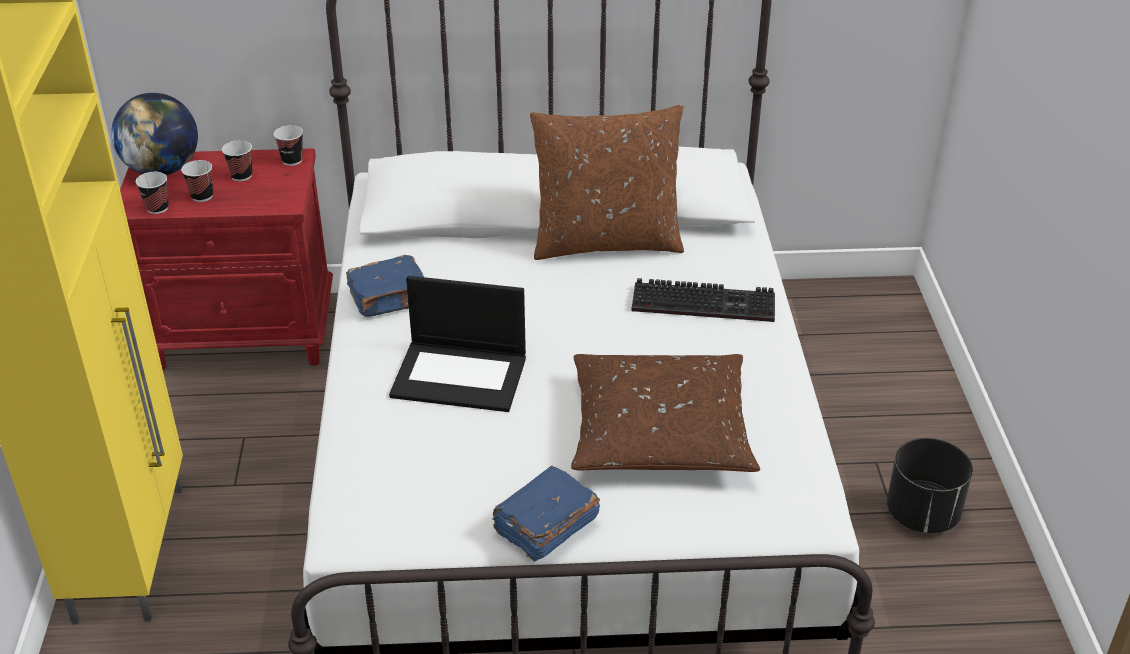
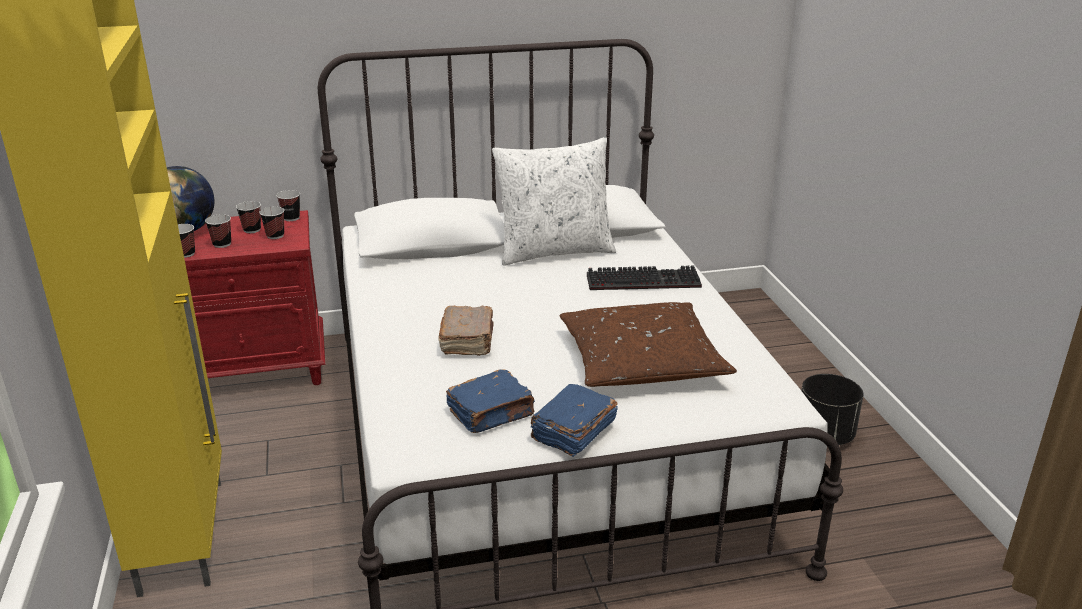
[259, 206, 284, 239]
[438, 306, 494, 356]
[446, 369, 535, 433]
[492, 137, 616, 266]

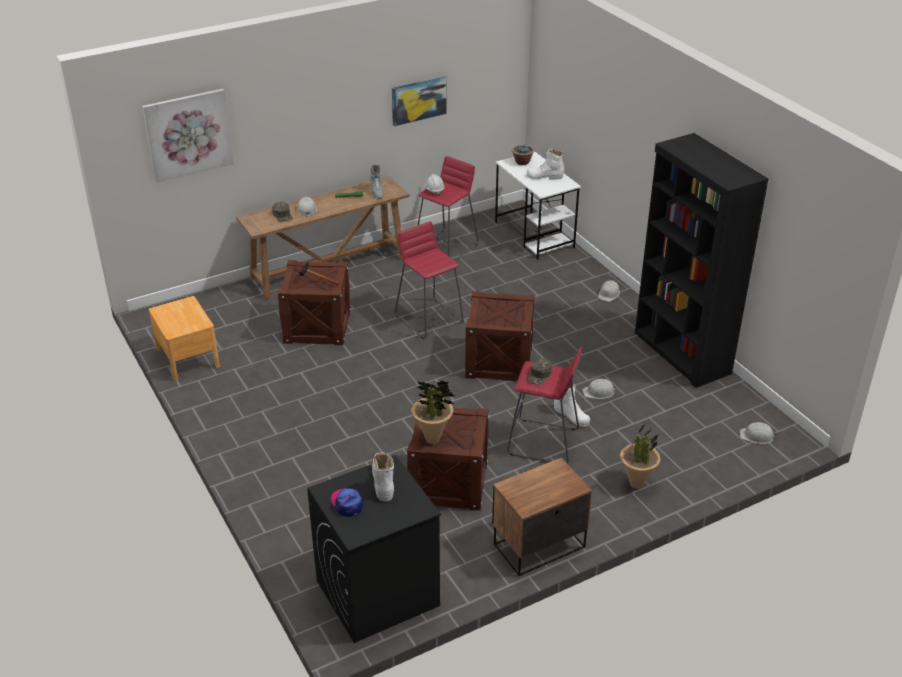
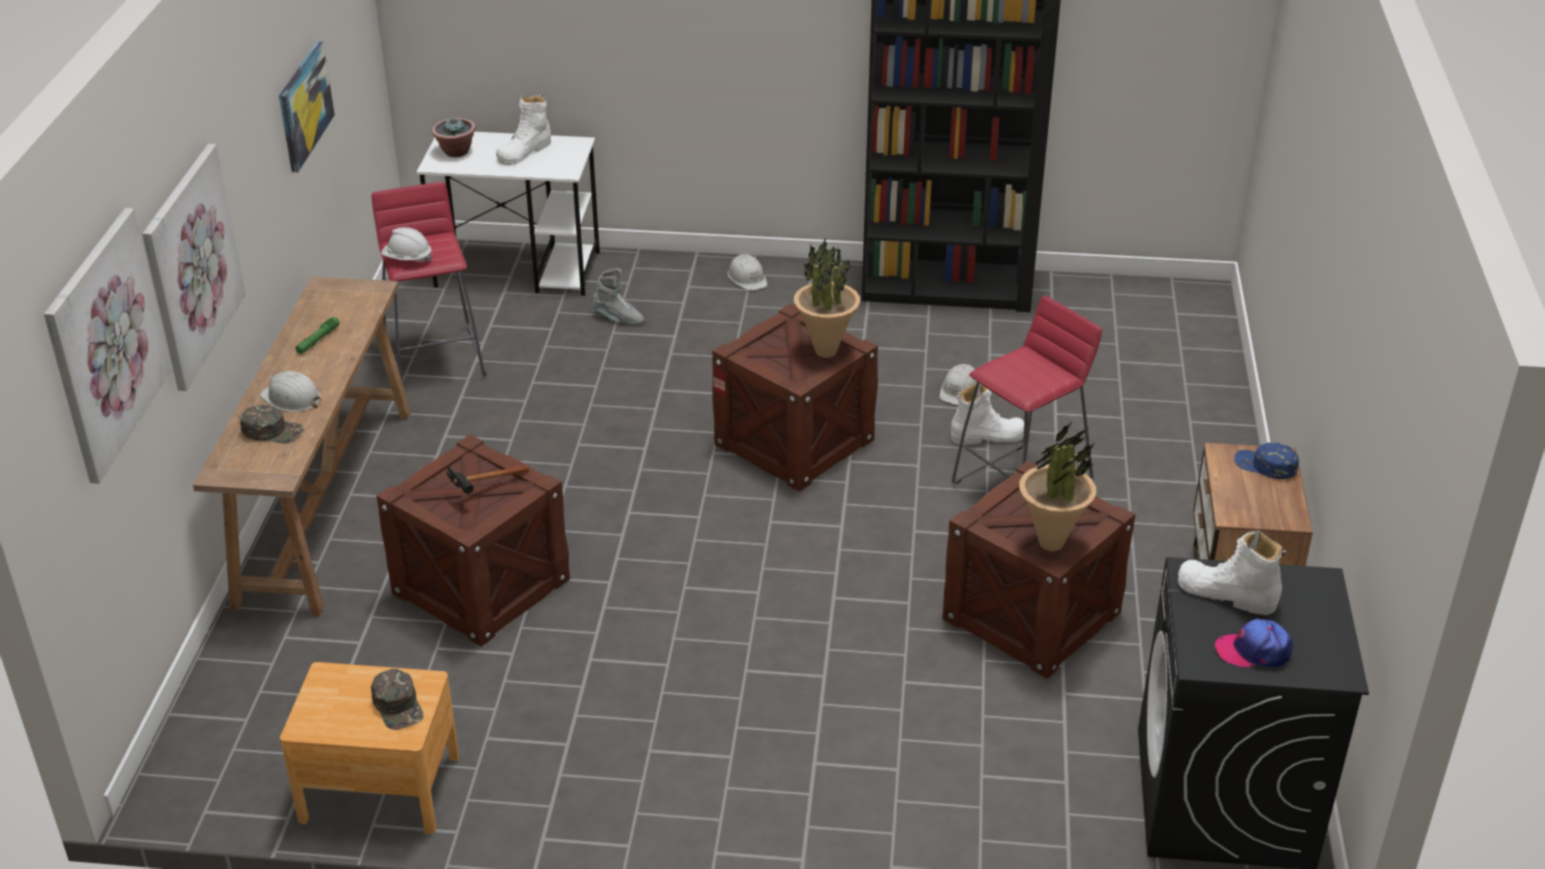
[142, 144, 246, 391]
[371, 669, 424, 730]
[593, 268, 644, 324]
[794, 238, 860, 358]
[1234, 442, 1299, 479]
[395, 221, 464, 339] (first image)
[740, 422, 776, 444] (first image)

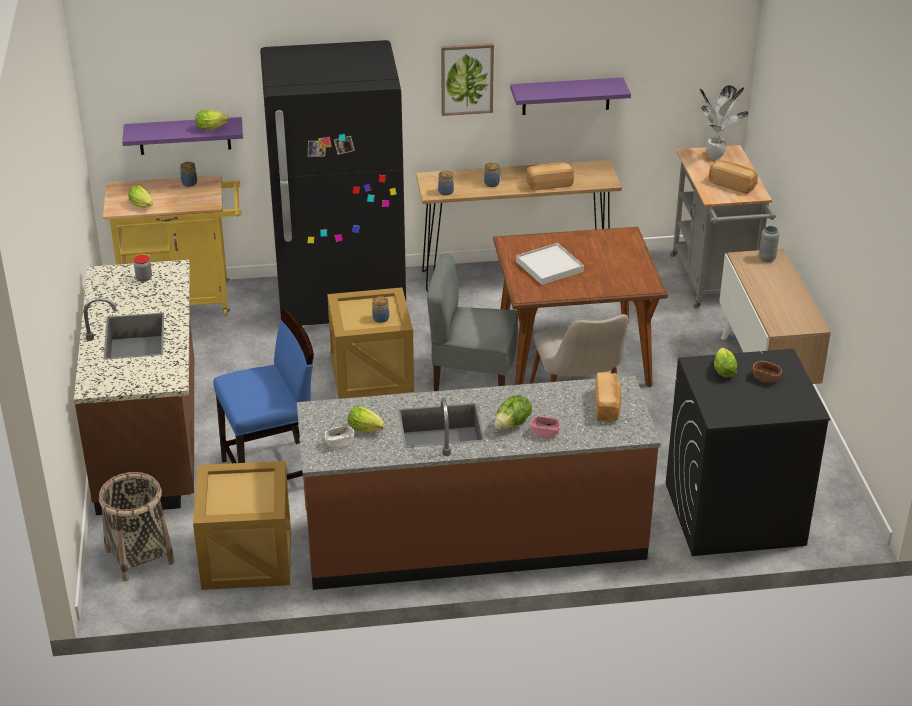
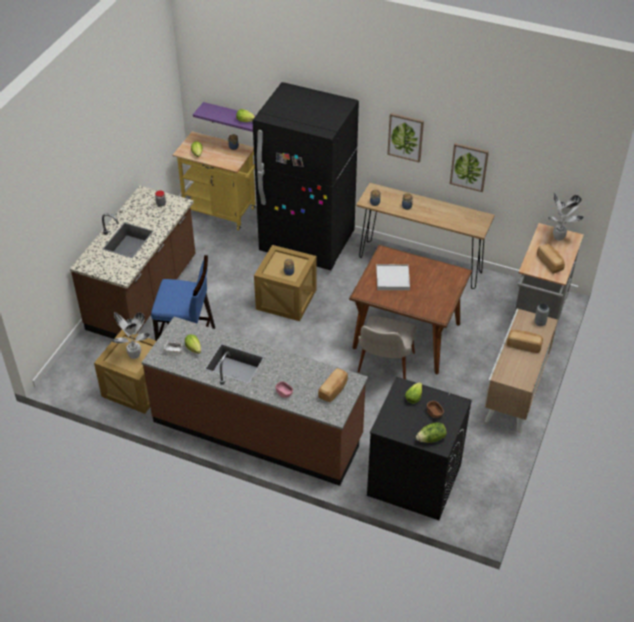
[112, 312, 150, 359]
[416, 422, 447, 443]
[450, 143, 489, 192]
[507, 330, 543, 353]
[99, 472, 175, 581] (first image)
[427, 254, 518, 391] (first image)

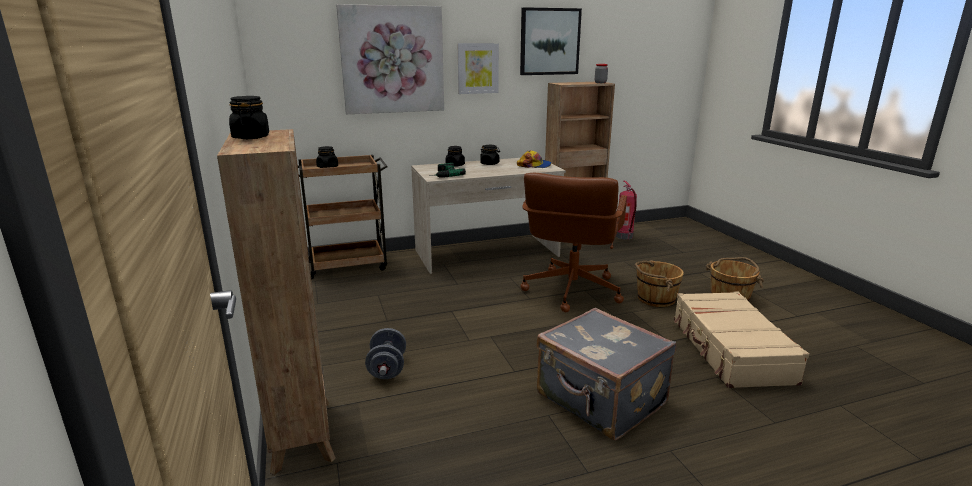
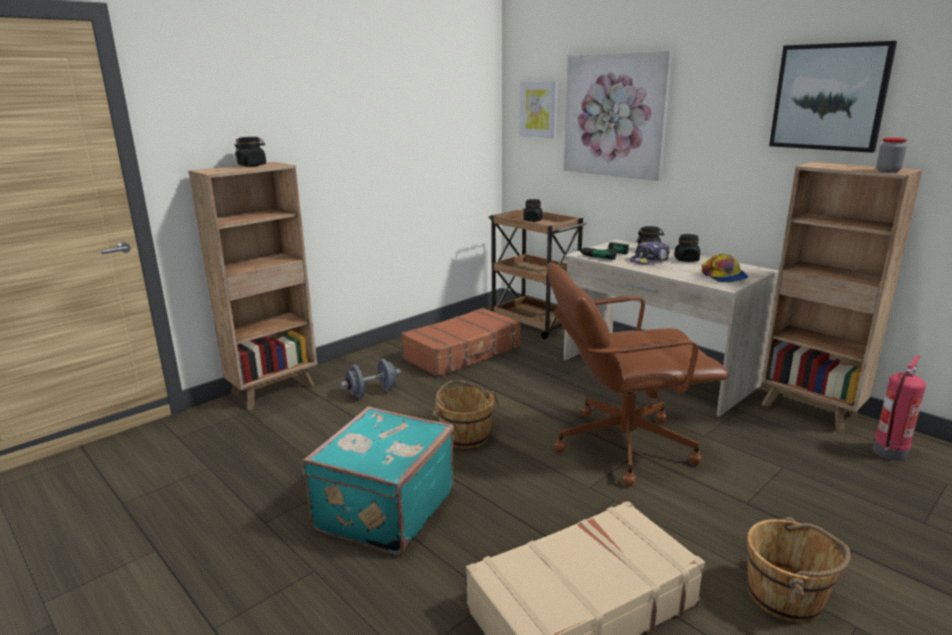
[302, 406, 454, 555]
[401, 308, 521, 377]
[430, 380, 500, 449]
[520, 81, 558, 138]
[629, 241, 670, 264]

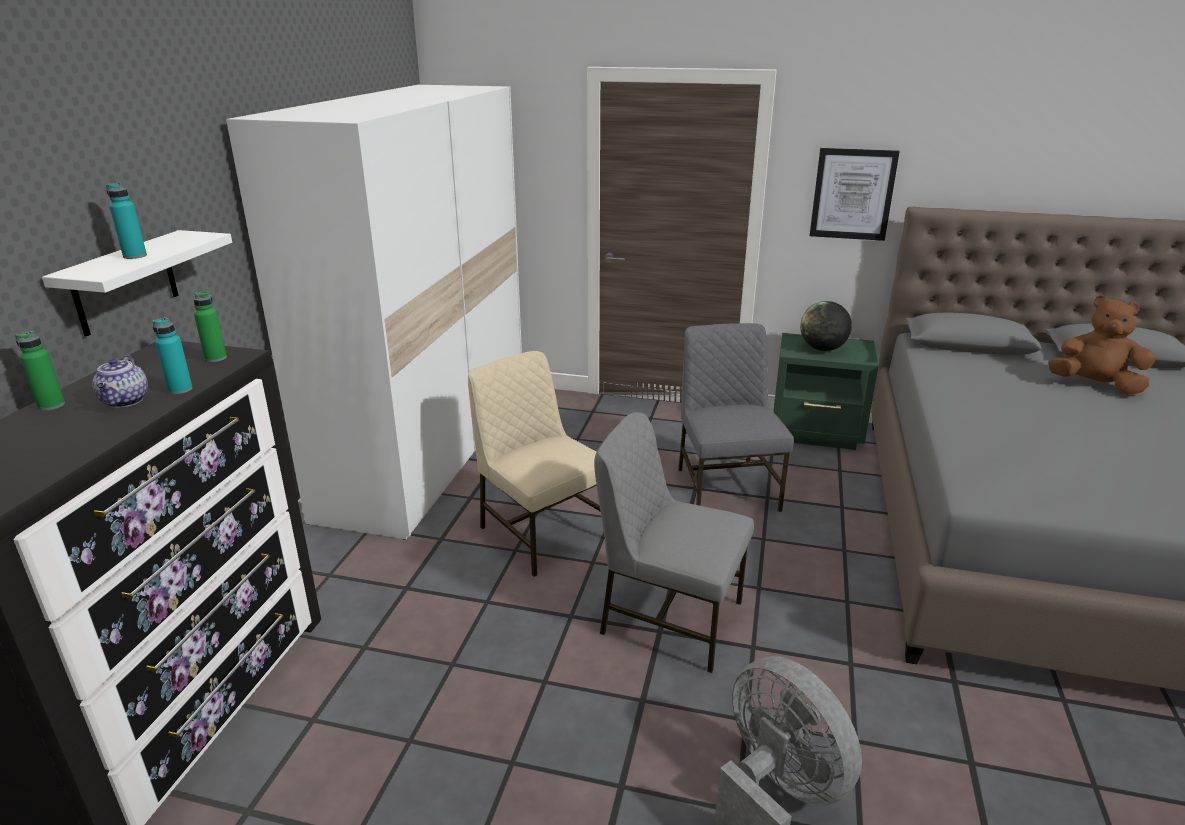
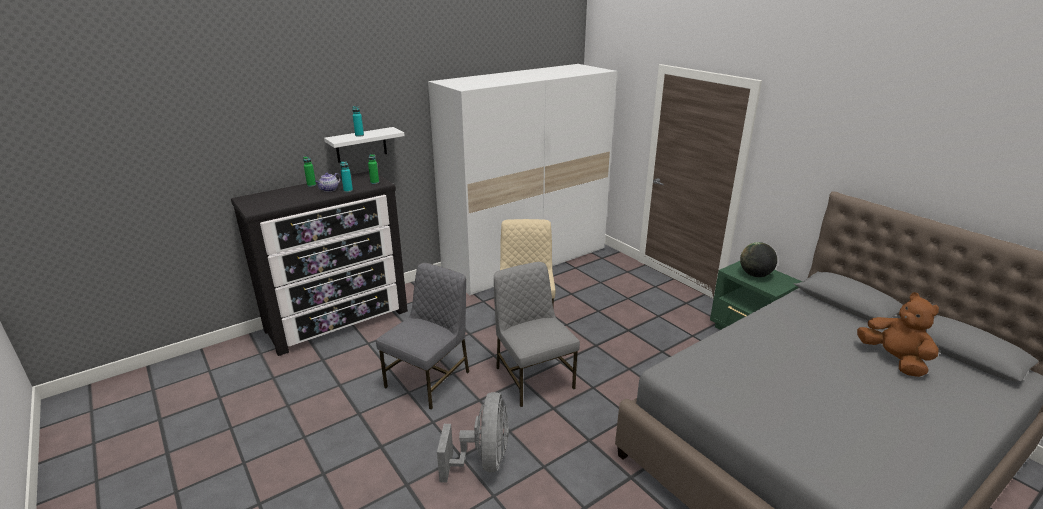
[376, 263, 469, 410]
[810, 148, 900, 241] (first image)

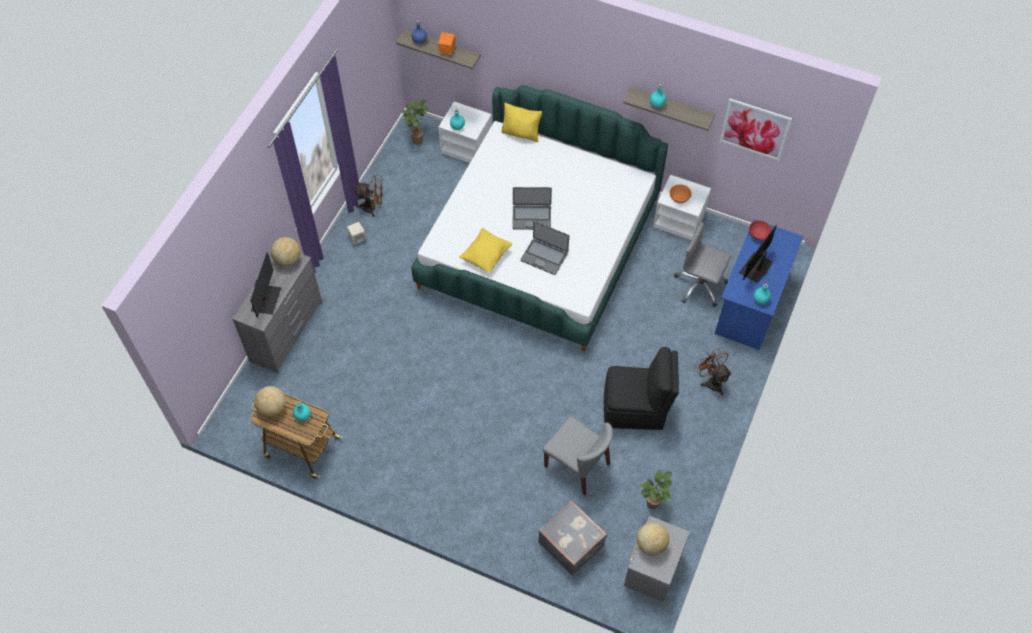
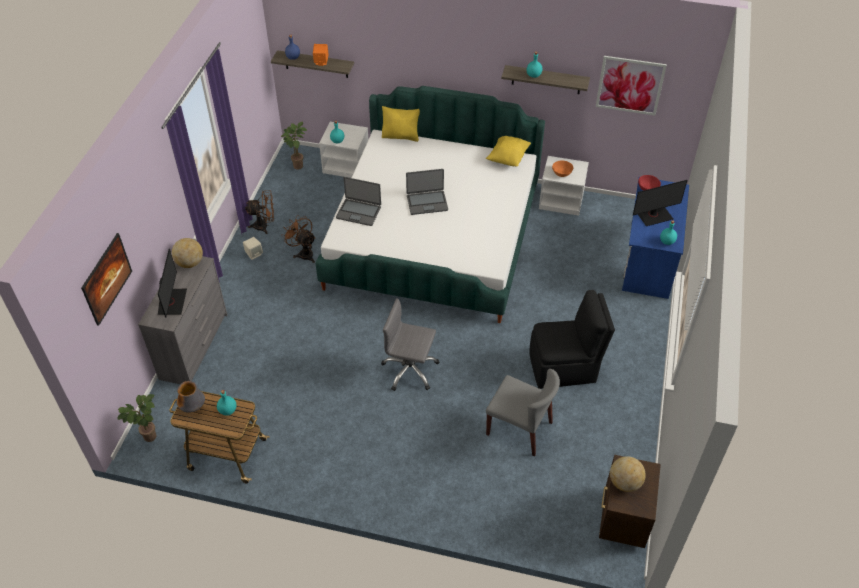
[81, 233, 132, 326]
[117, 394, 156, 442]
[177, 381, 205, 413]
[282, 215, 316, 263]
[336, 177, 381, 226]
[381, 298, 439, 391]
[486, 136, 531, 166]
[599, 455, 661, 548]
[633, 180, 687, 226]
[538, 500, 607, 576] (first image)

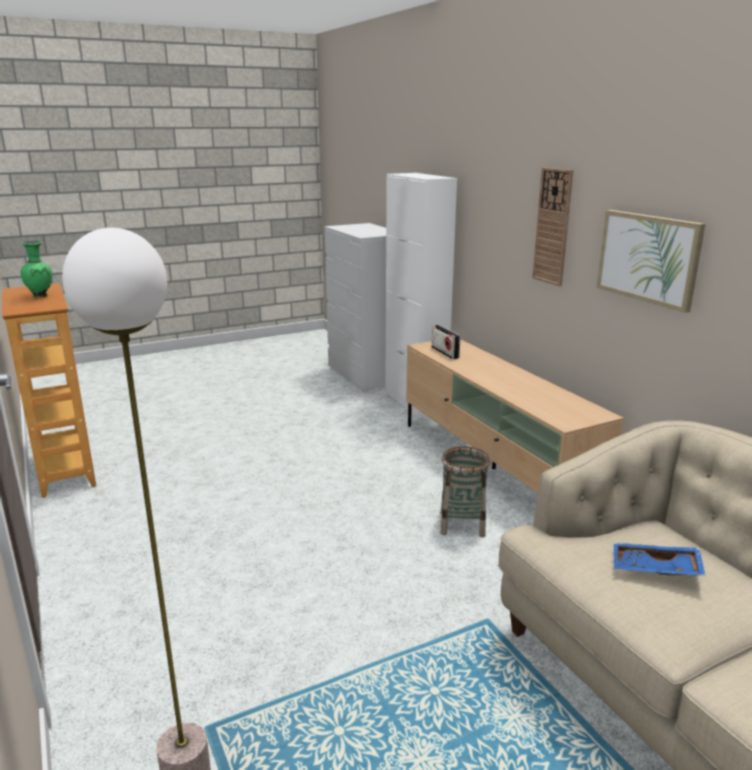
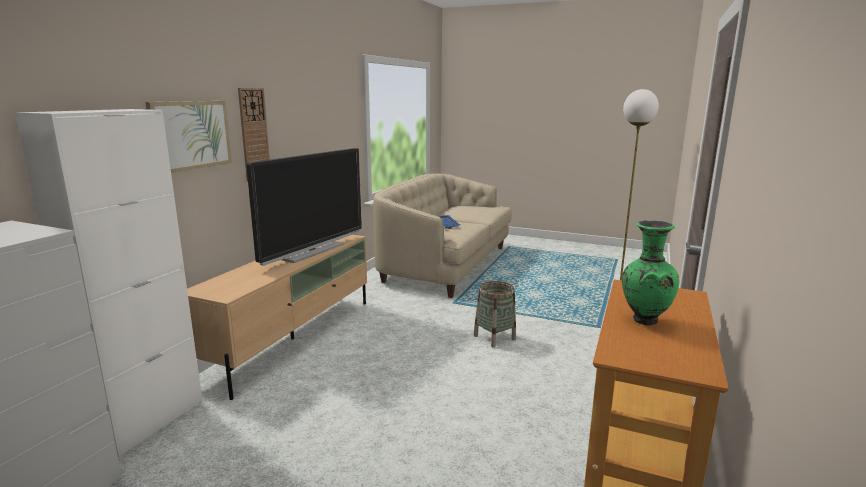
[145, 101, 232, 173]
[246, 148, 362, 266]
[474, 281, 516, 347]
[432, 325, 460, 359] (first image)

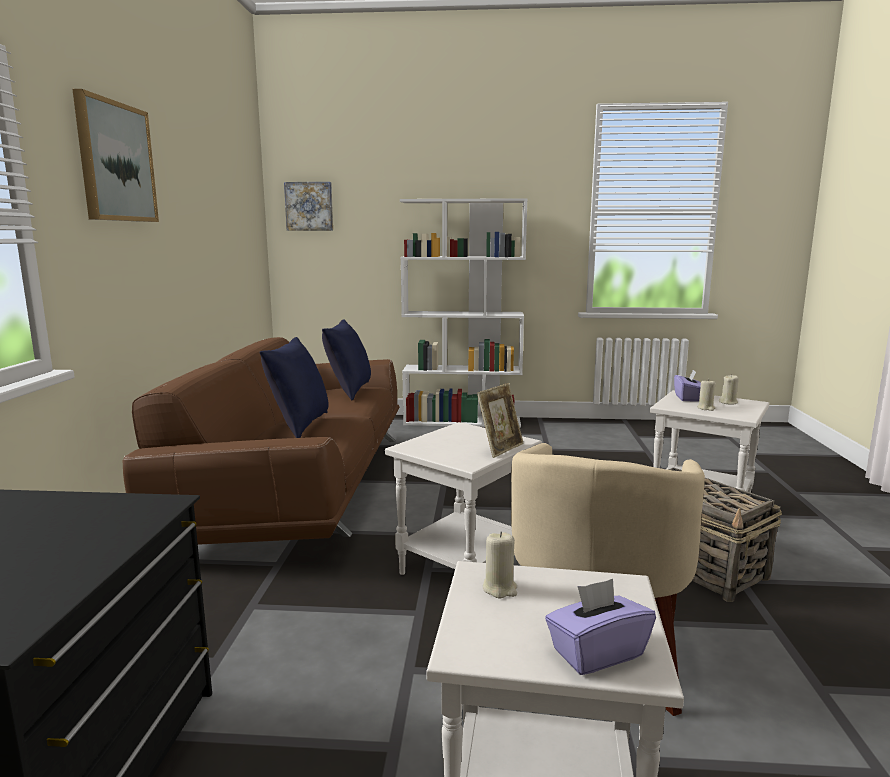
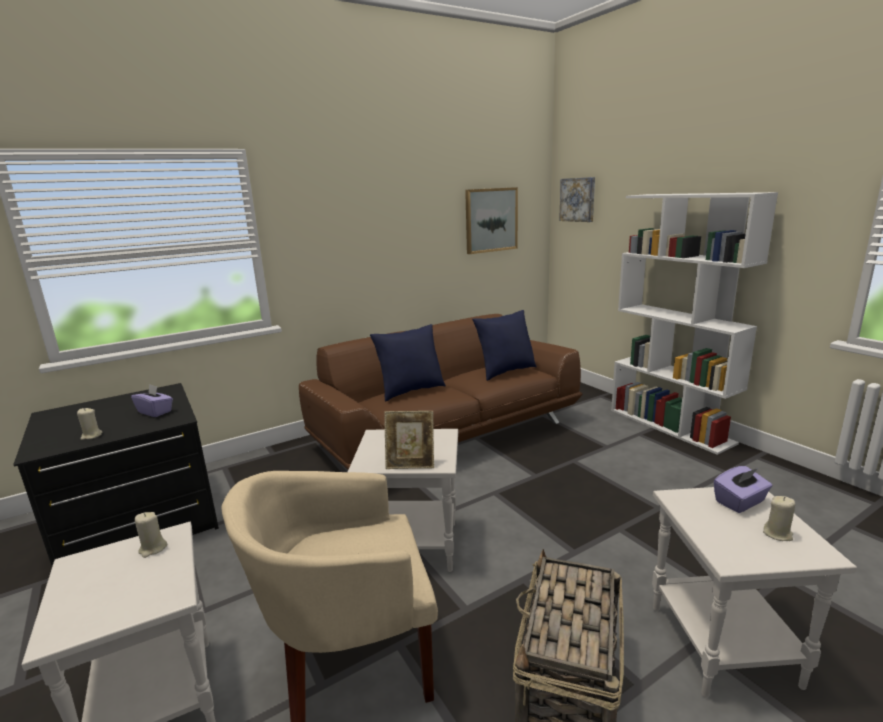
[77, 408, 102, 440]
[131, 384, 173, 417]
[465, 187, 518, 254]

